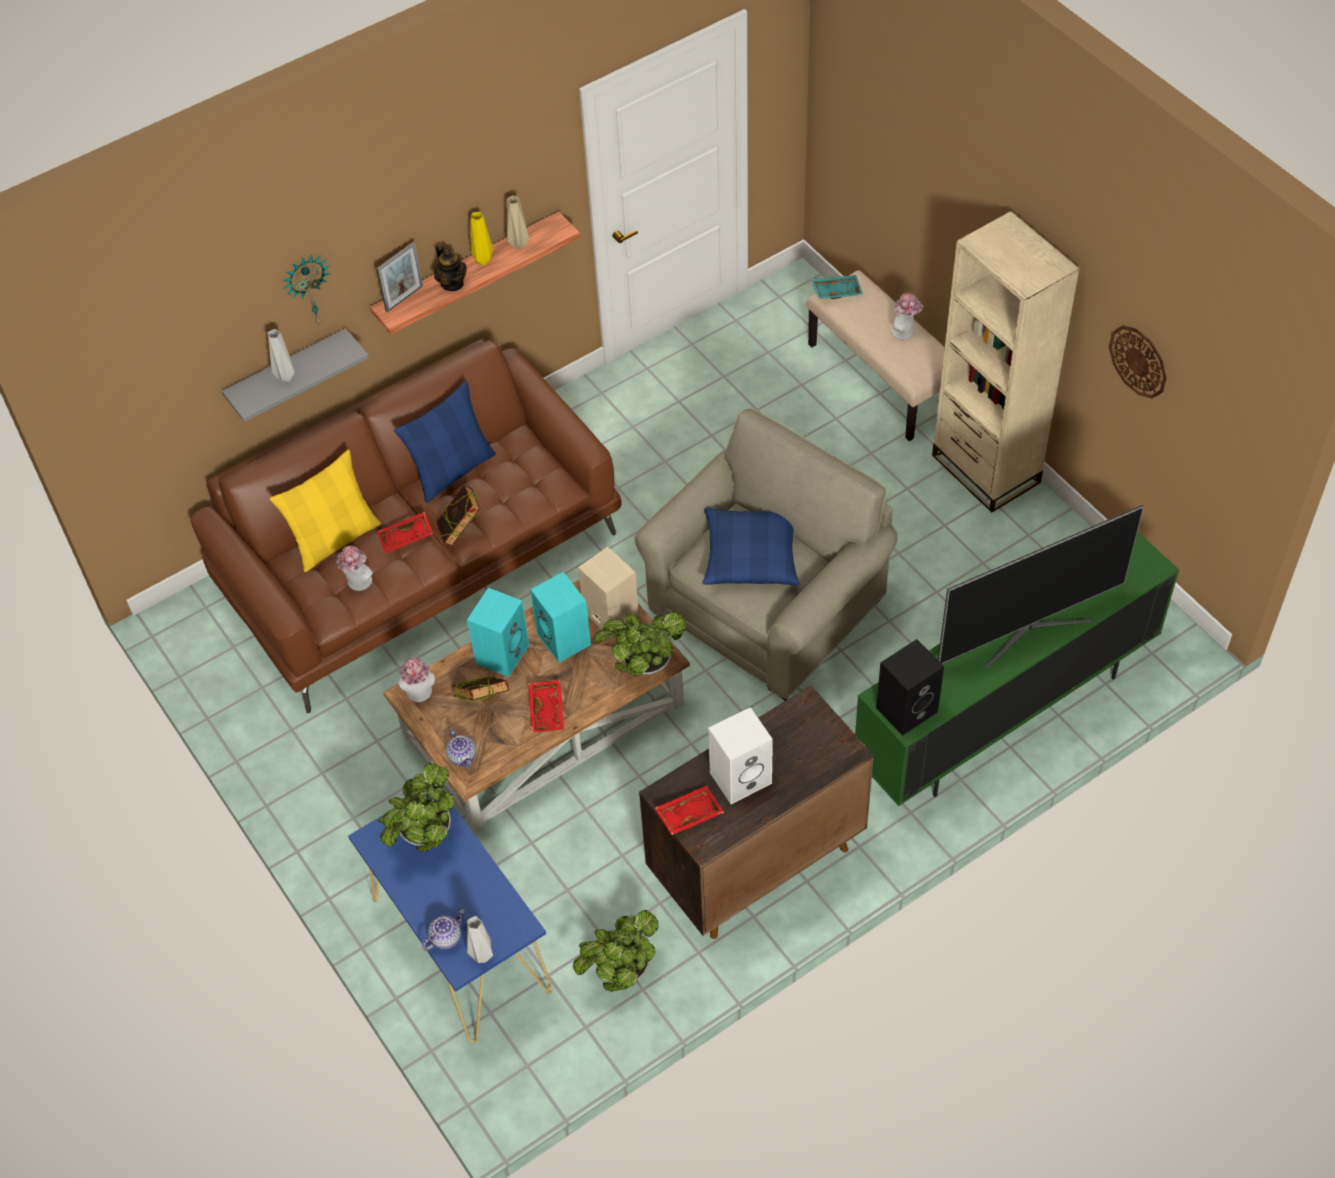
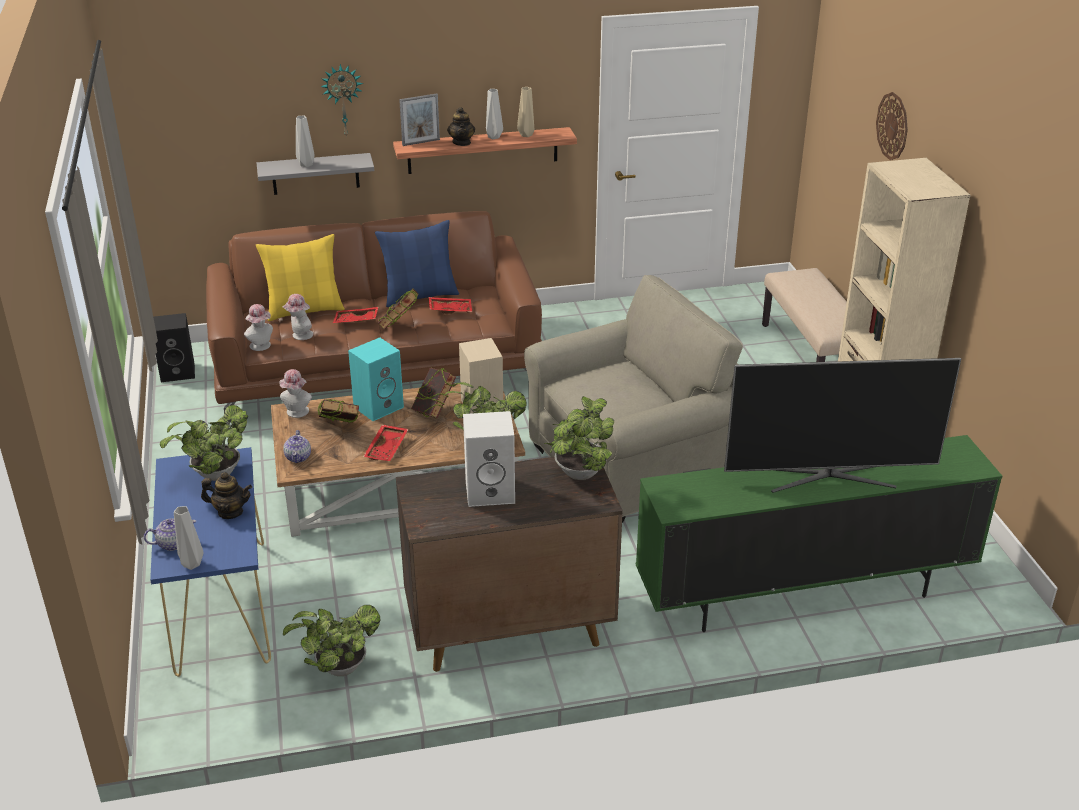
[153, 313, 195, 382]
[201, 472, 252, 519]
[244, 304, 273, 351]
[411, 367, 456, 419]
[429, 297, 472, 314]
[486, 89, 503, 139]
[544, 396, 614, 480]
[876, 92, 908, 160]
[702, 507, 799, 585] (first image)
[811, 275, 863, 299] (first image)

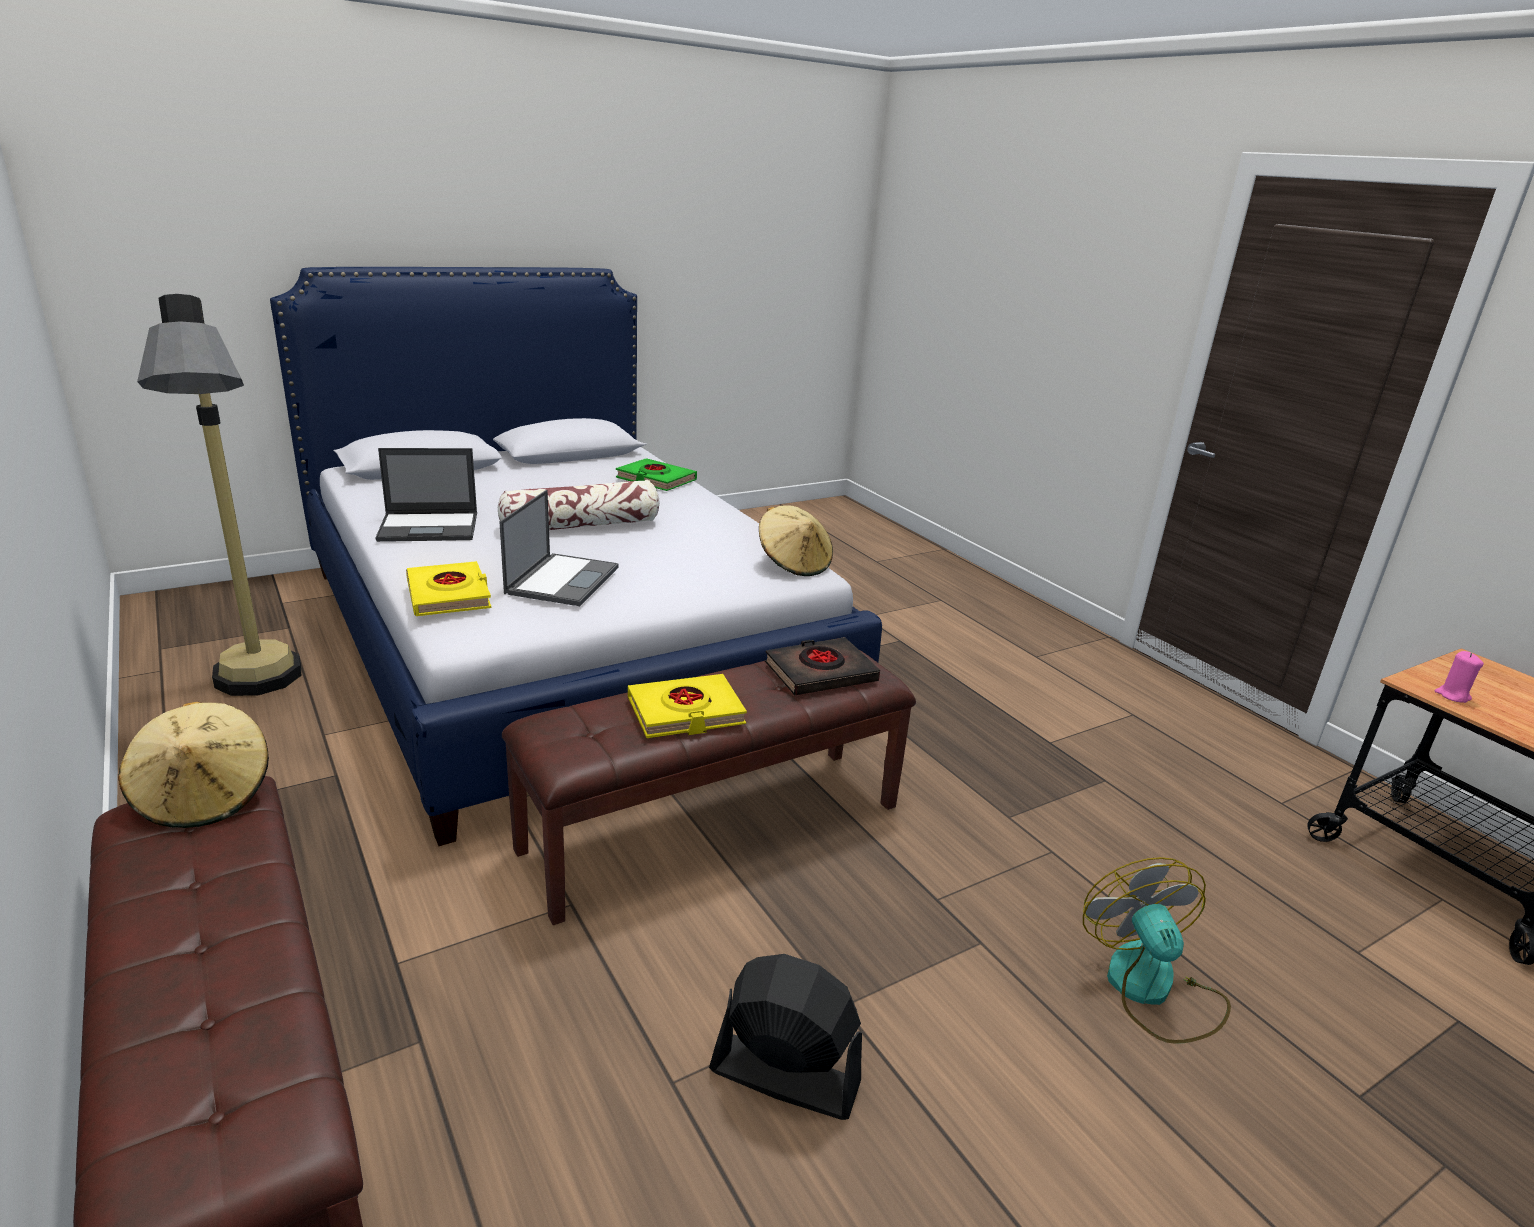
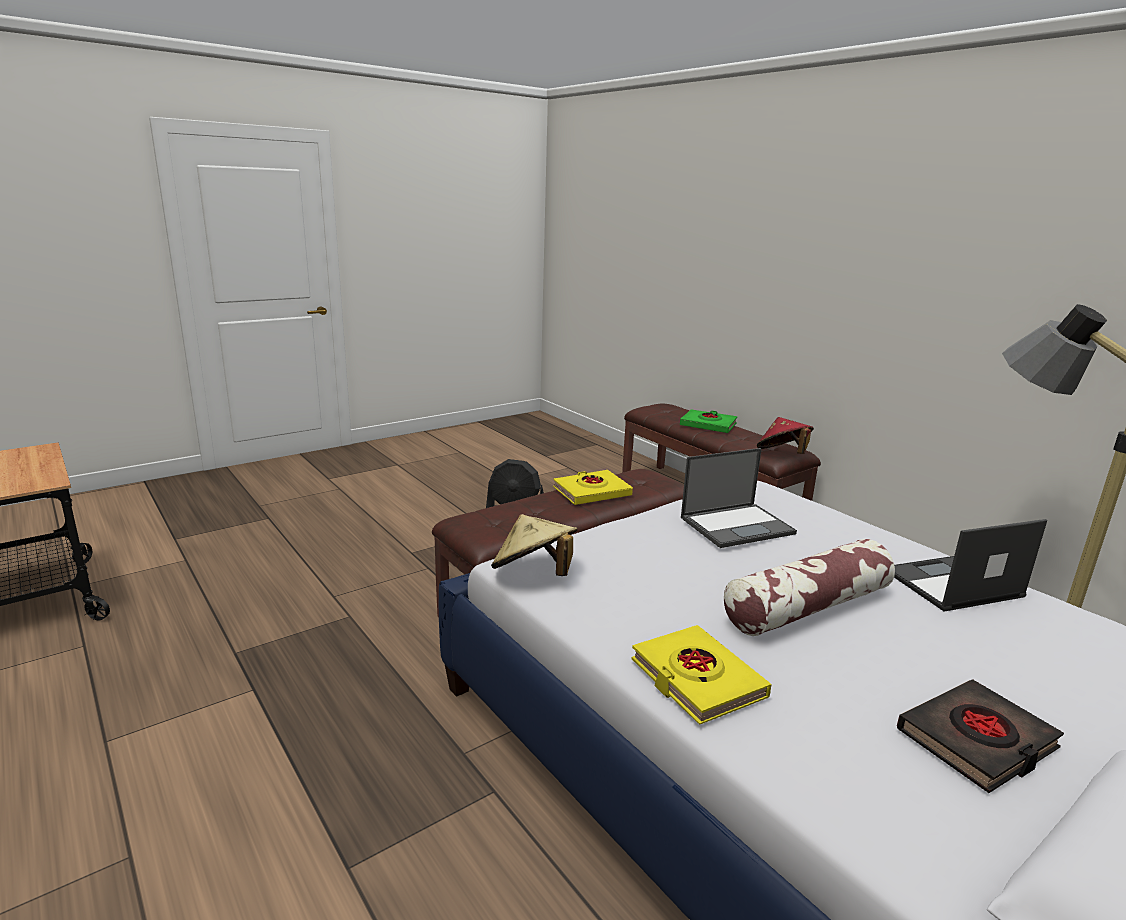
[631, 625, 772, 725]
[680, 410, 737, 433]
[681, 448, 797, 548]
[757, 417, 814, 454]
[897, 679, 1064, 793]
[1083, 857, 1231, 1044] (first image)
[1435, 651, 1484, 703] (first image)

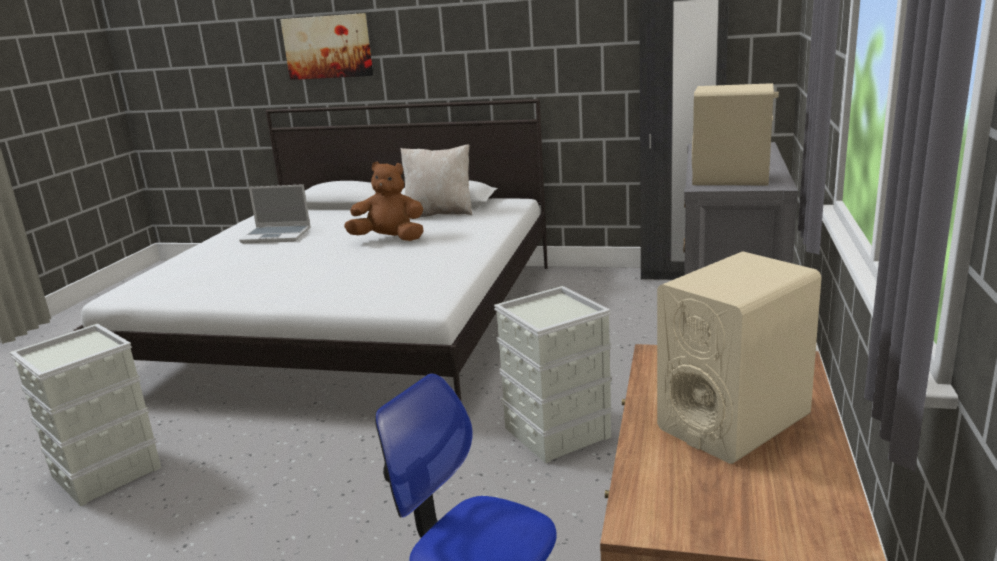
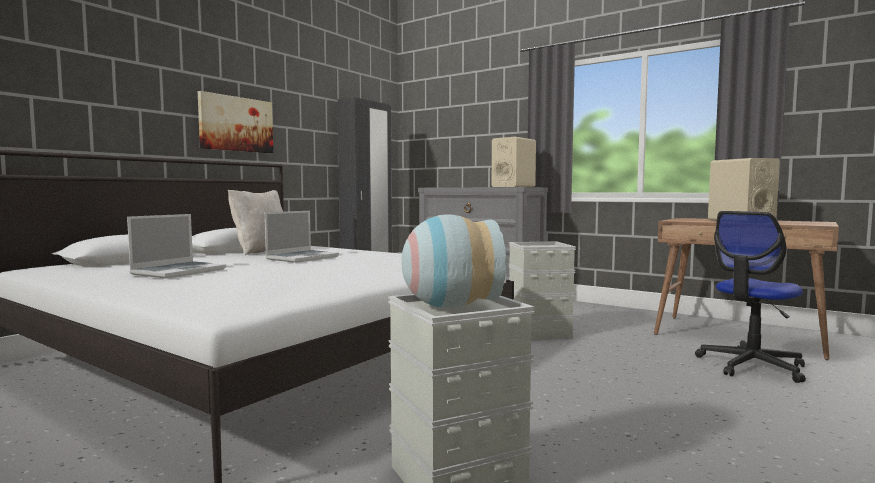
[198, 91, 273, 153]
[265, 211, 339, 263]
[402, 214, 506, 308]

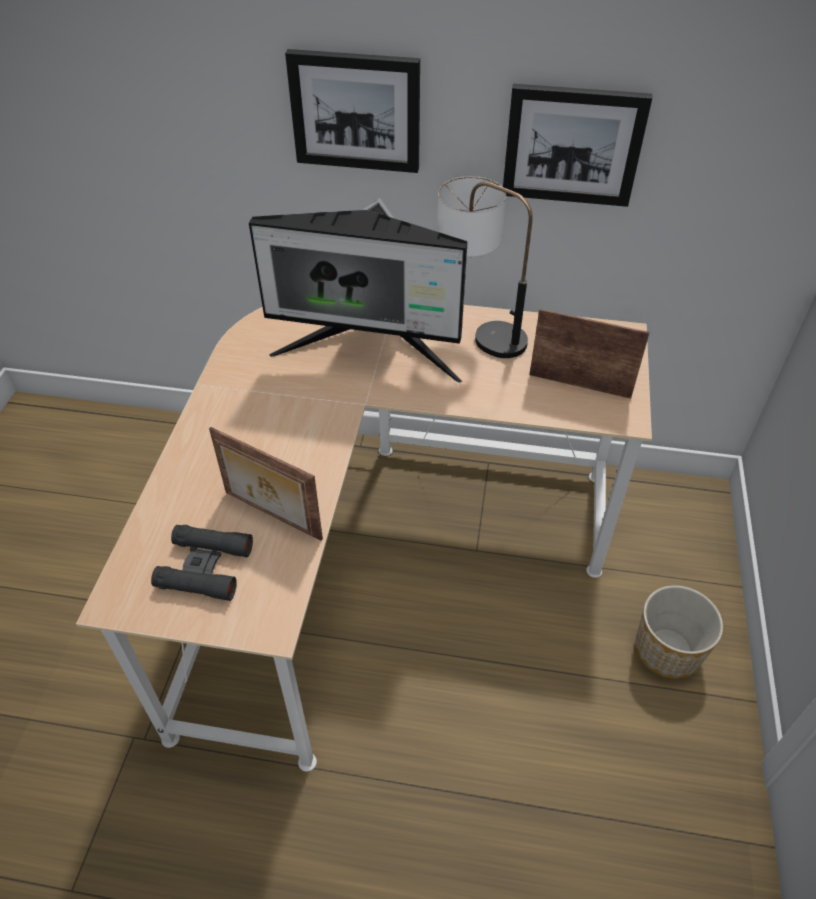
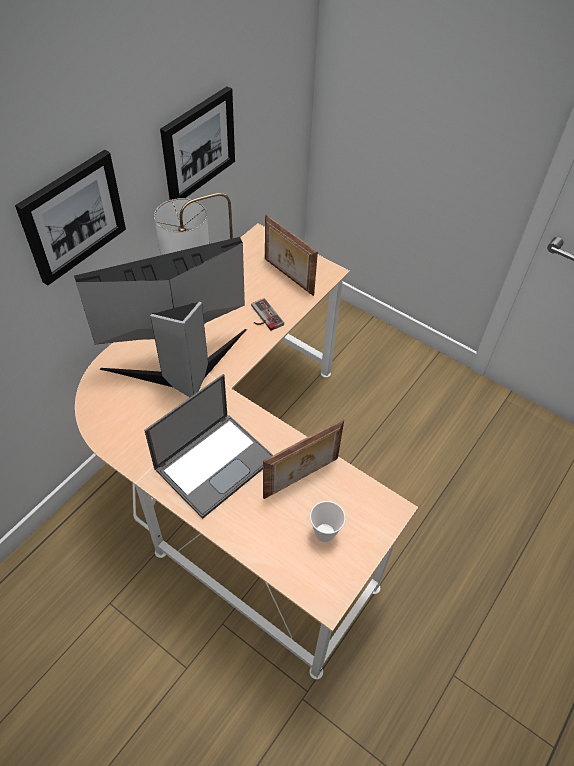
[74, 237, 247, 397]
[144, 374, 273, 519]
[251, 298, 284, 331]
[265, 215, 318, 296]
[310, 501, 346, 542]
[636, 585, 723, 679] (first image)

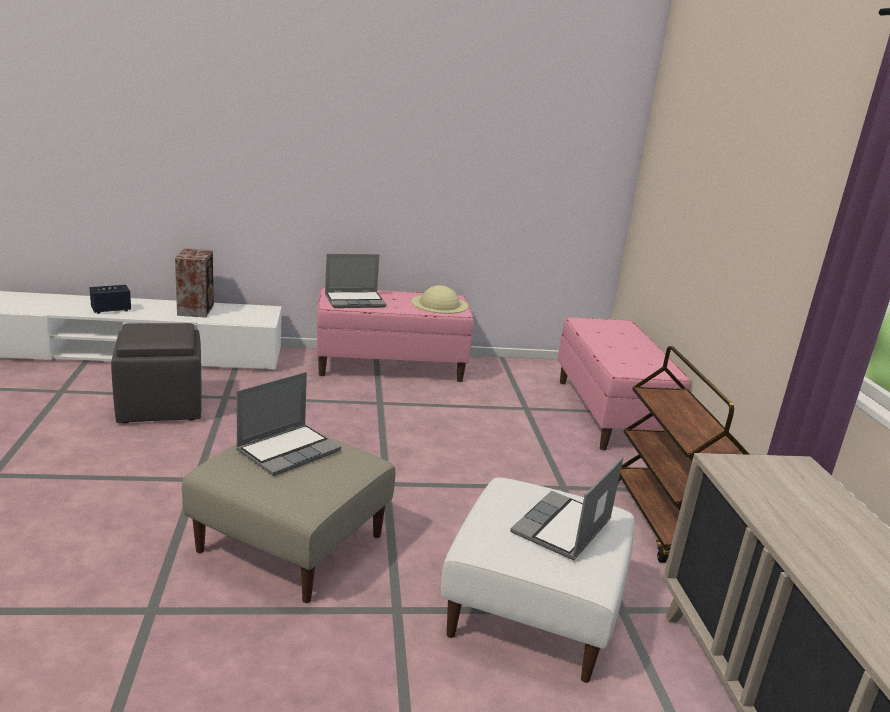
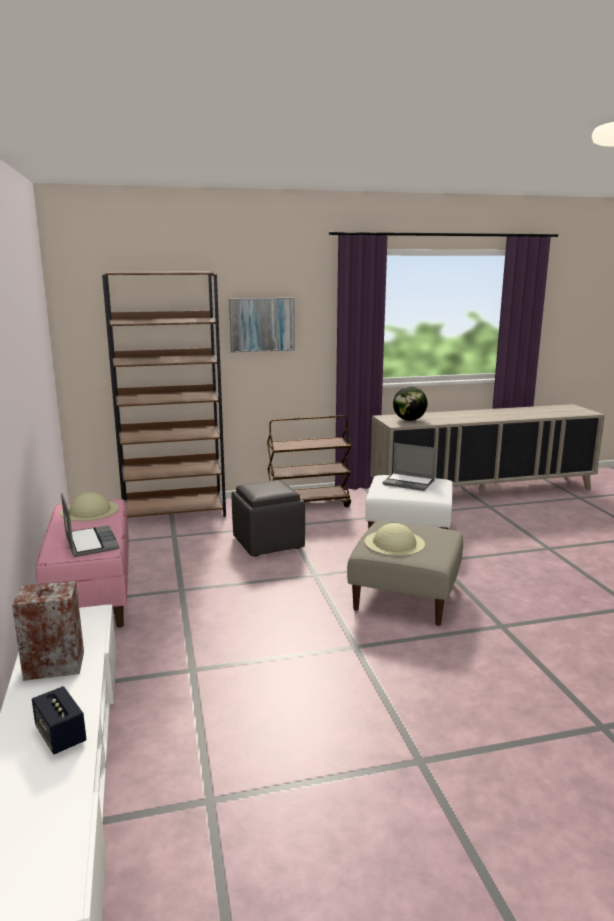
[102, 271, 226, 518]
[229, 298, 295, 352]
[232, 480, 305, 556]
[364, 523, 425, 556]
[393, 386, 428, 421]

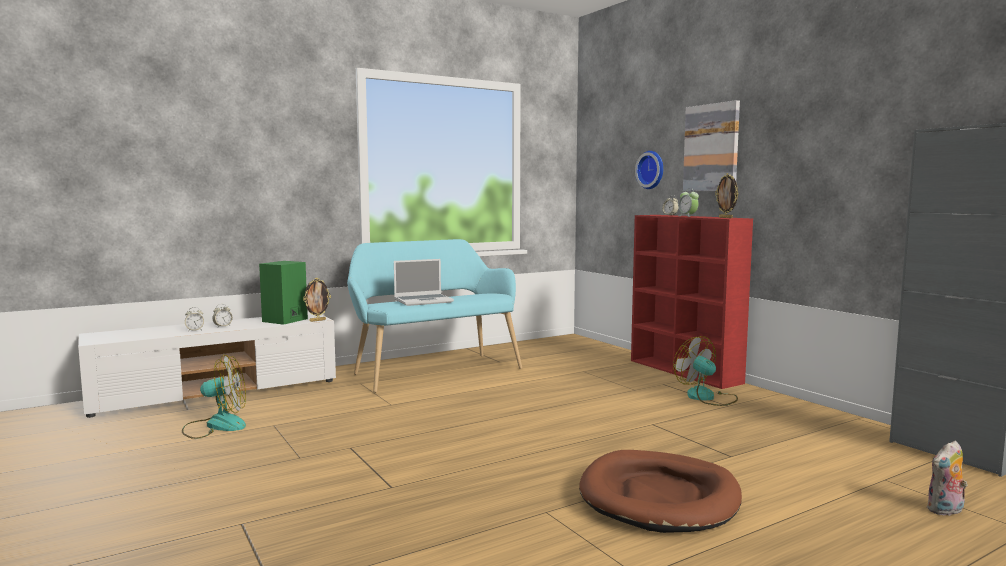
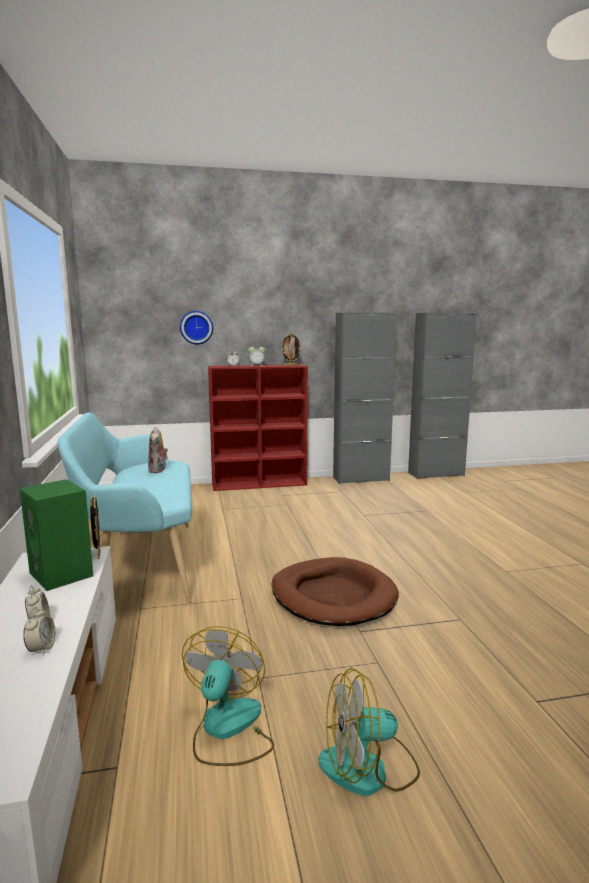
[148, 427, 168, 473]
[272, 557, 399, 626]
[318, 668, 420, 796]
[333, 312, 397, 484]
[394, 259, 454, 306] (first image)
[683, 100, 740, 191] (first image)

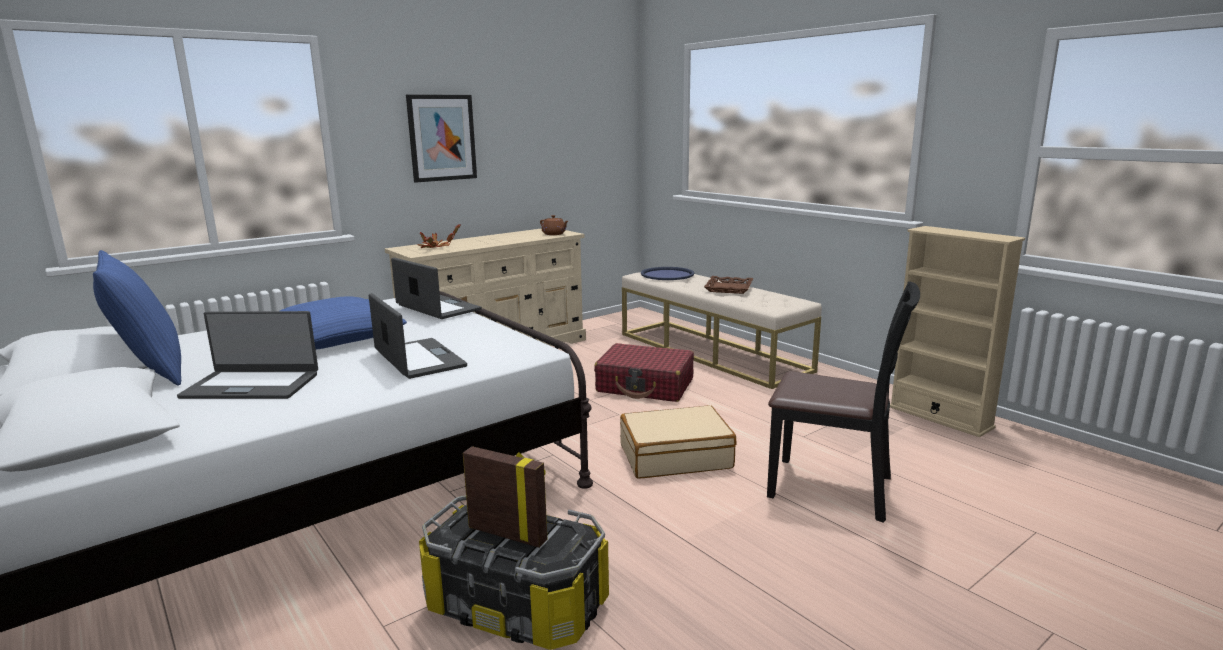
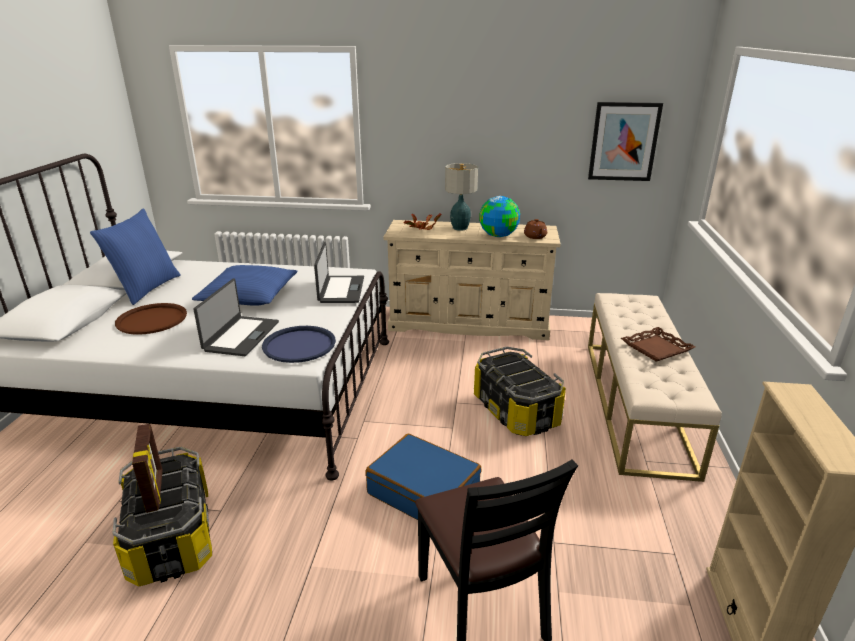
[115, 303, 187, 335]
[262, 326, 336, 363]
[365, 434, 482, 520]
[445, 163, 478, 231]
[474, 347, 566, 436]
[479, 196, 520, 237]
[588, 102, 663, 181]

